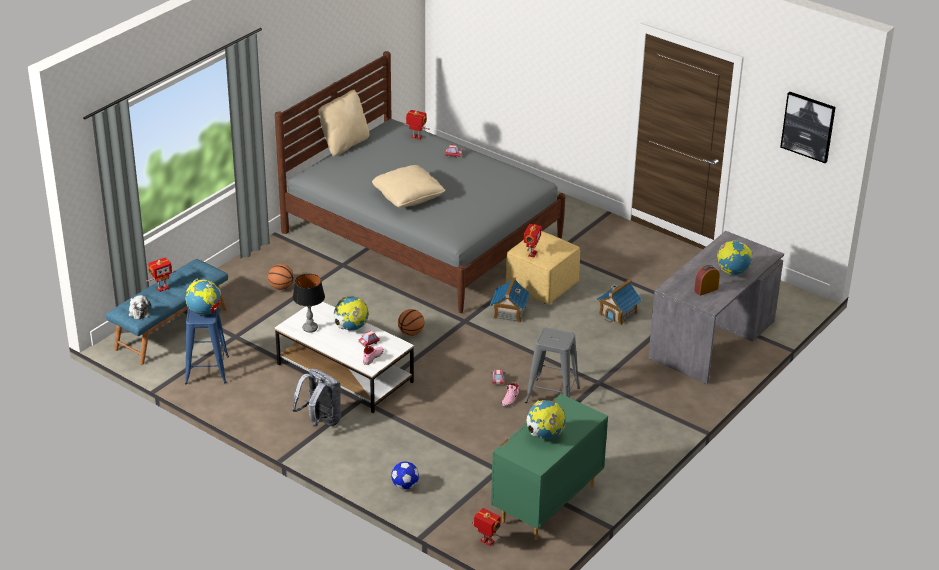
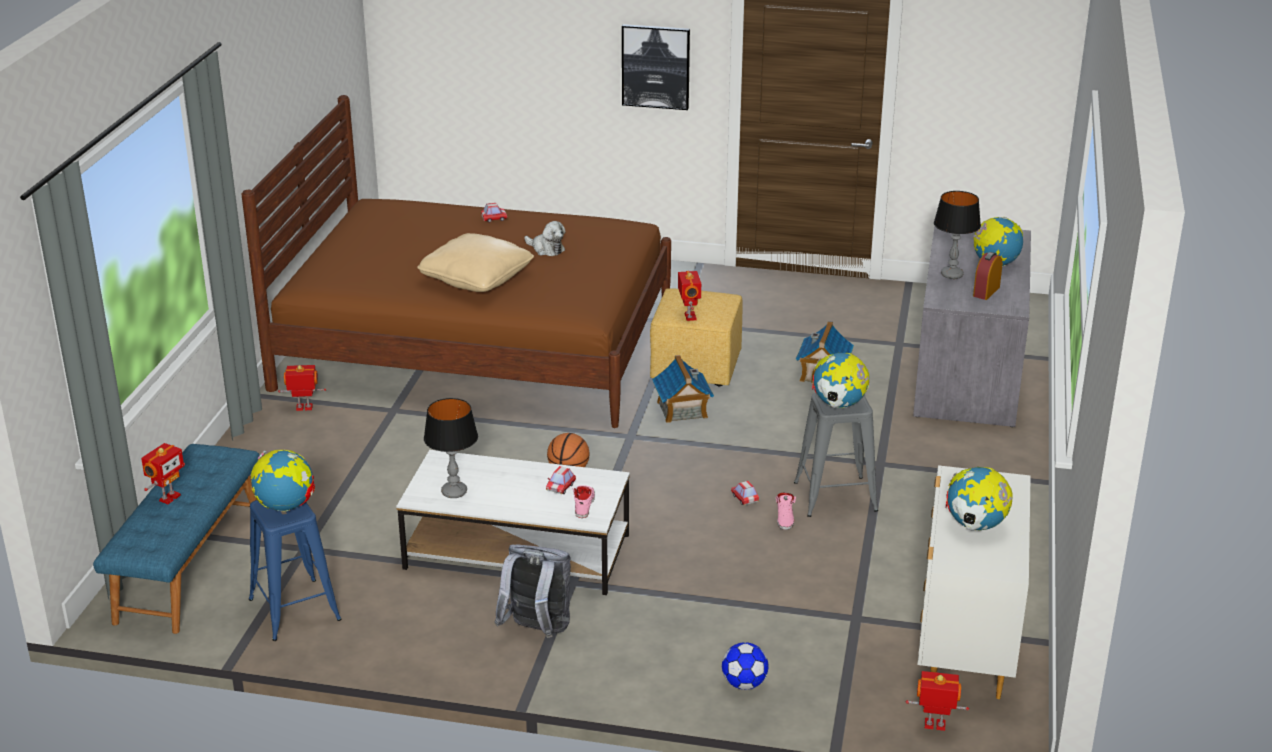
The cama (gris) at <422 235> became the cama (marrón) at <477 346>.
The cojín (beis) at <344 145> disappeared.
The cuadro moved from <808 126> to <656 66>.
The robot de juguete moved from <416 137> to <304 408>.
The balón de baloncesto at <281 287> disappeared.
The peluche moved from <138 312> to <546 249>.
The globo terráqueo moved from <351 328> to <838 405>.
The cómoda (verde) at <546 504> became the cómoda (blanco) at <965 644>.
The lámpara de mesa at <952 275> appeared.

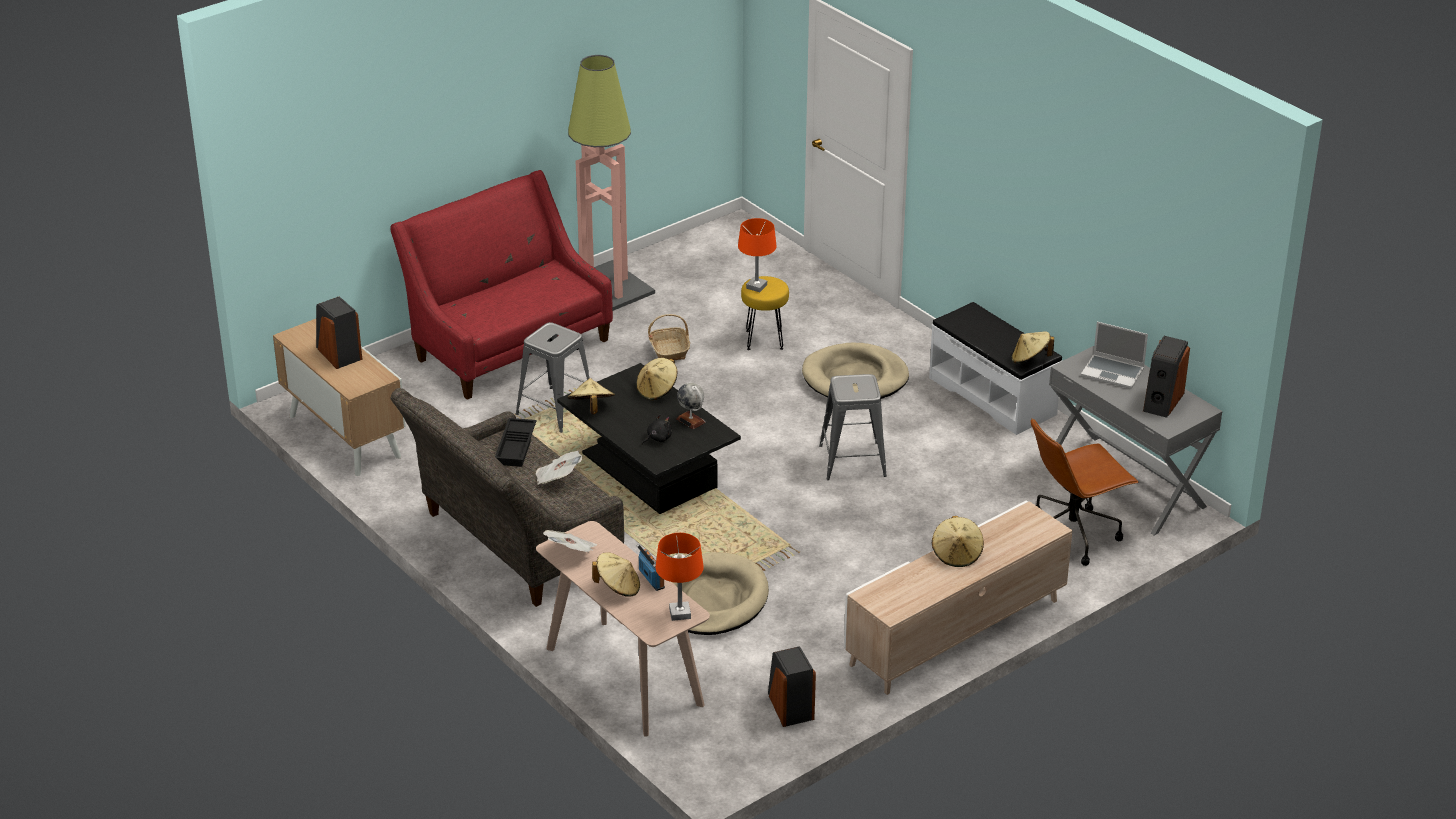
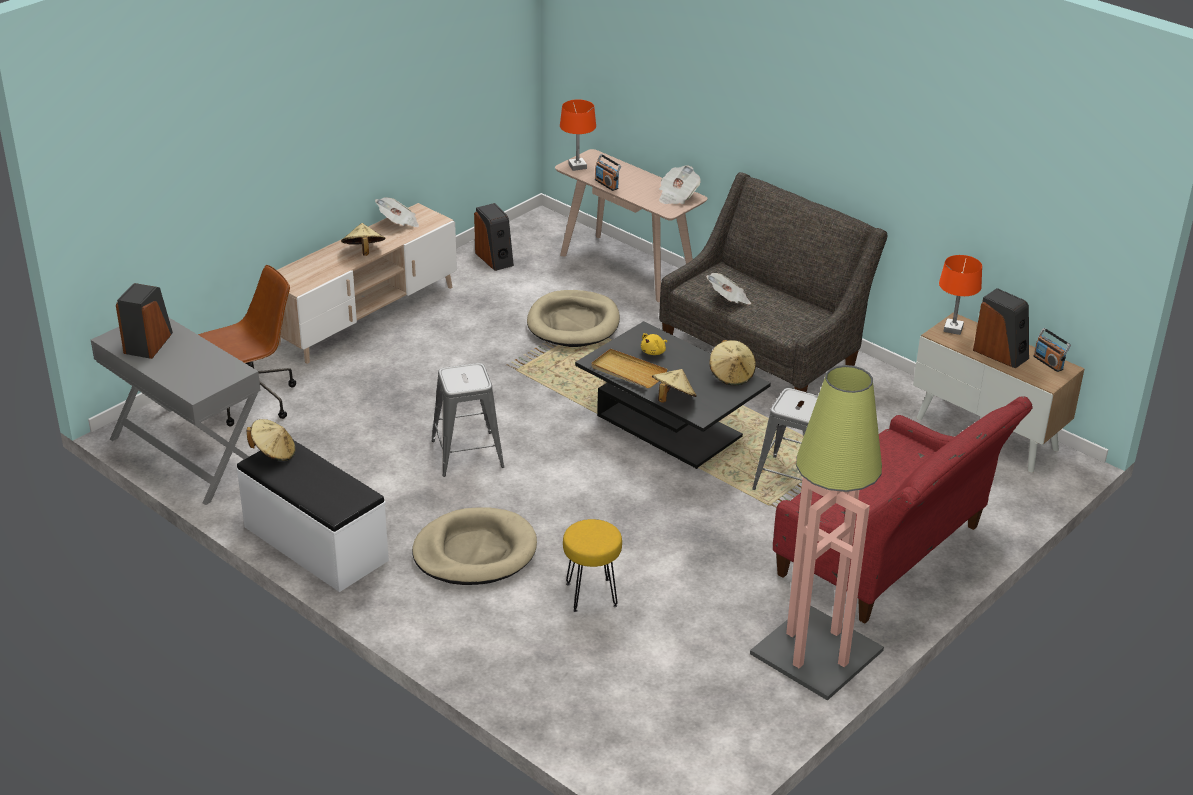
The lámpara de mesa (naranja) moved from <756 286> to <953 329>.
The cesta at <669 350> disappeared.
The portátil at <1113 372> disappeared.
The globo terráqueo at <691 420> was replaced by the bandeja (beis) at <628 371>.
The peluche (negro) at <657 438> became the peluche (amarillo) at <654 352>.
The bandeja (negro) at <517 447> disappeared.
The sombrero (beis) at <618 587> disappeared.
The periódico at <398 223> appeared.
The radio at <1048 362> appeared.

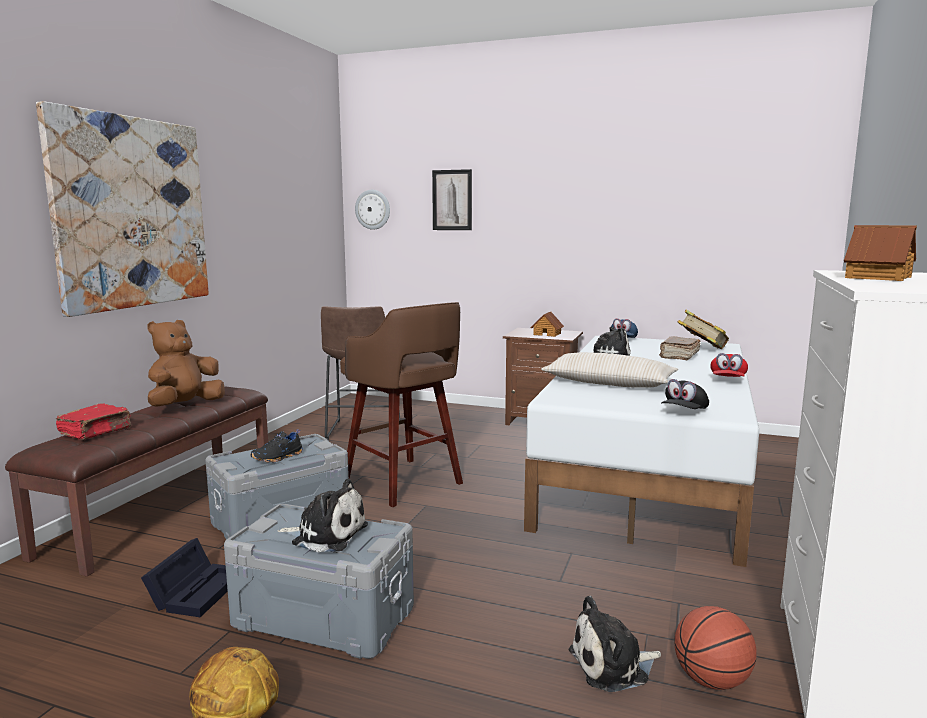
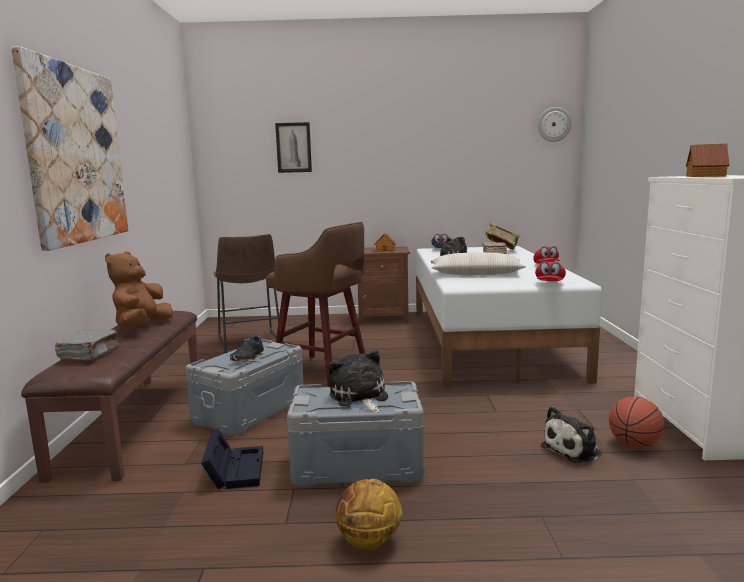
The reloj de pared moved from <373 209> to <554 124>.
The gorra (negro) at <684 412> became the gorra (rojo) at <549 284>.
The libro (rojo) at <96 432> became the libro (gris) at <90 354>.
The peluche at <326 534> turned 105 degrees counterclockwise.

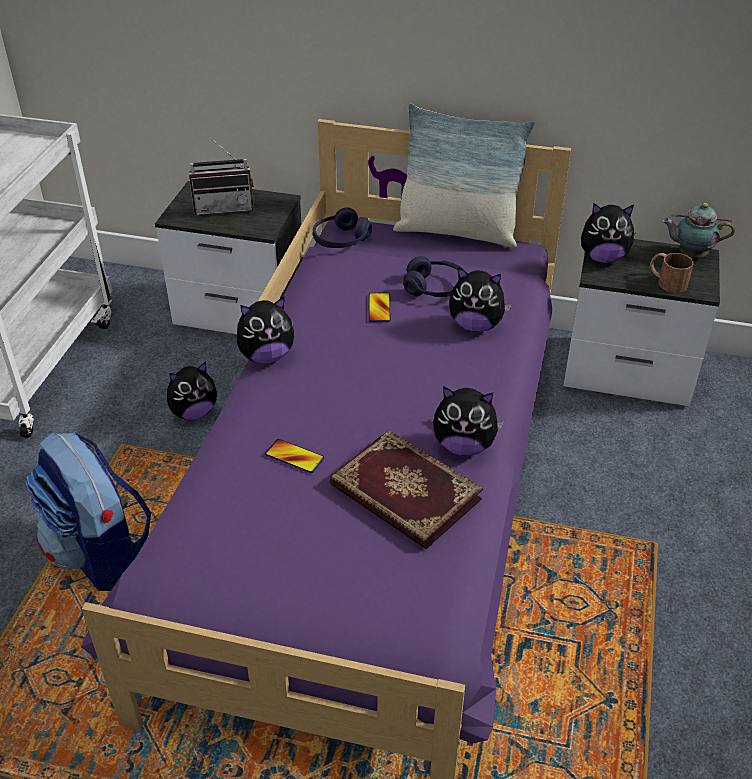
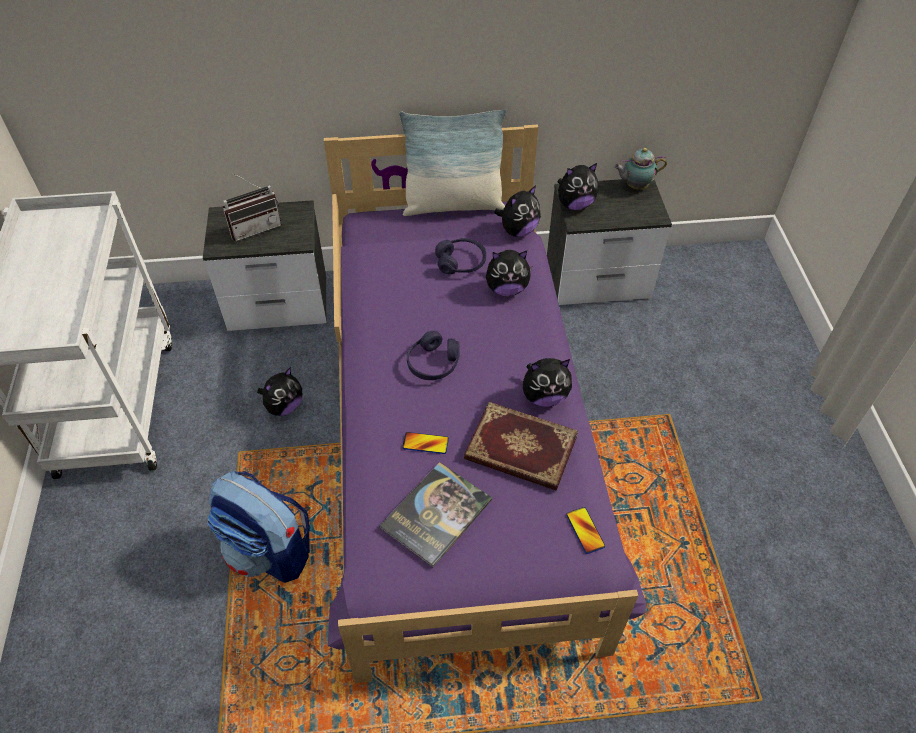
The auriculares (morado) moved from <341 240> to <433 363>.
The taza grande (marrón) at <666 281> disappeared.
The móvil moved from <379 308> to <585 530>.
The peluche moved from <266 356> to <518 230>.
The libro at <436 514> appeared.

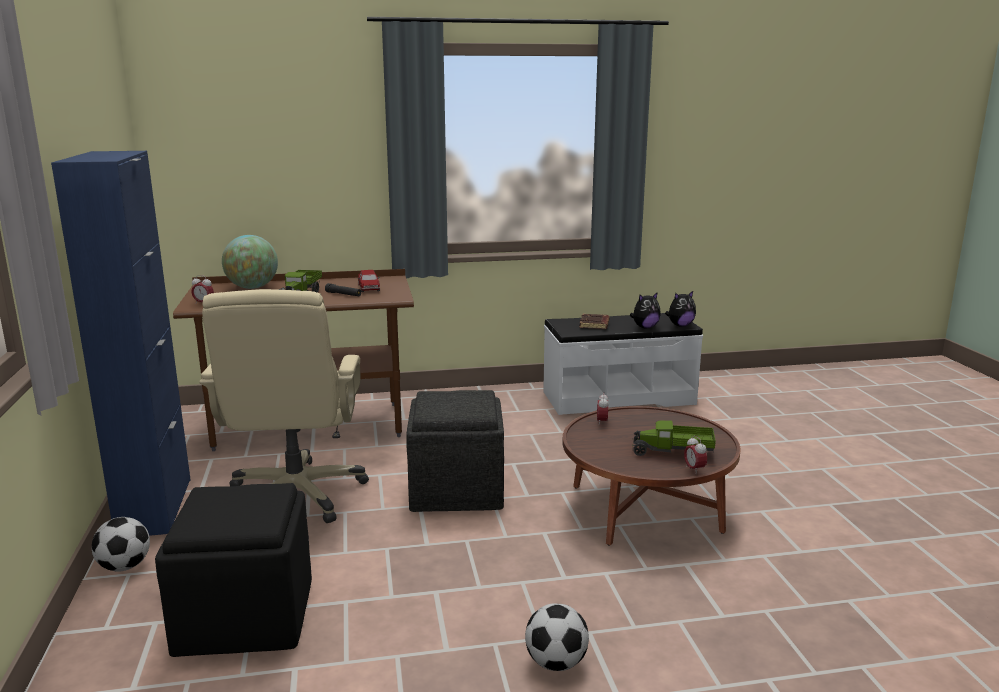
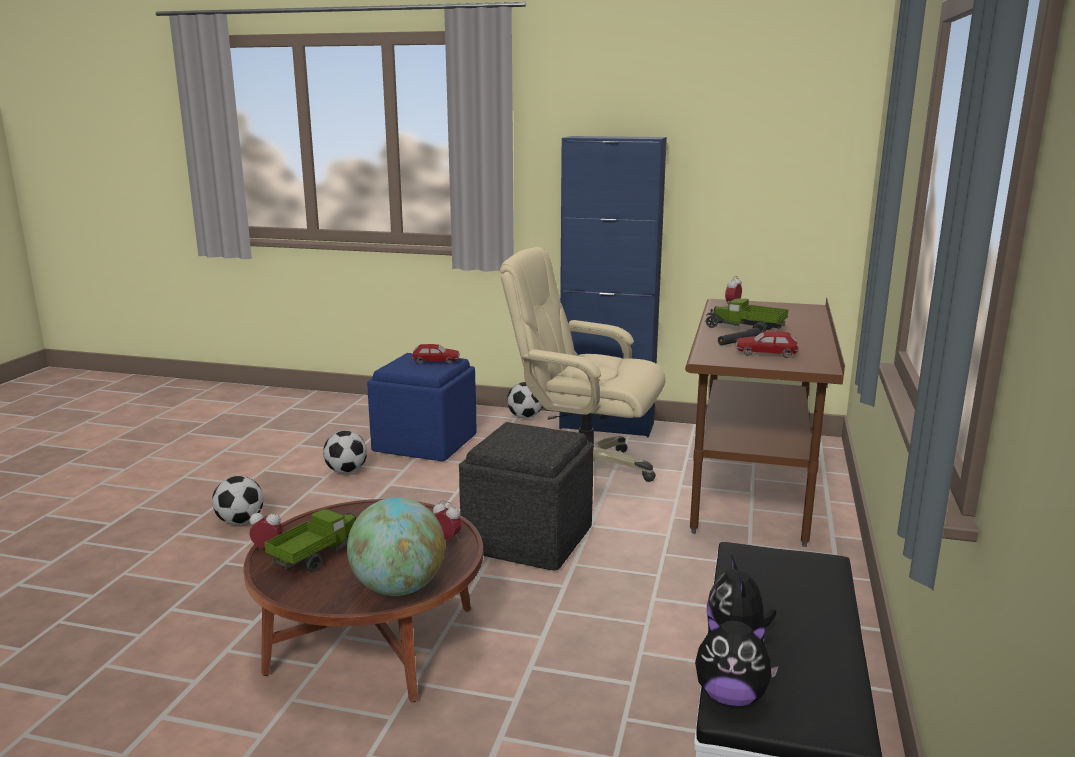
The globo terráqueo moved from <252 287> to <398 588>.
The peluche at <680 325> turned 75 degrees counterclockwise.
The libro (marrón) at <595 325> disappeared.
The puf (negro) at <244 617> became the puf (azul) at <425 442>.
The coche de juguete at <436 361> appeared.
The balón de fútbol at <346 471> appeared.

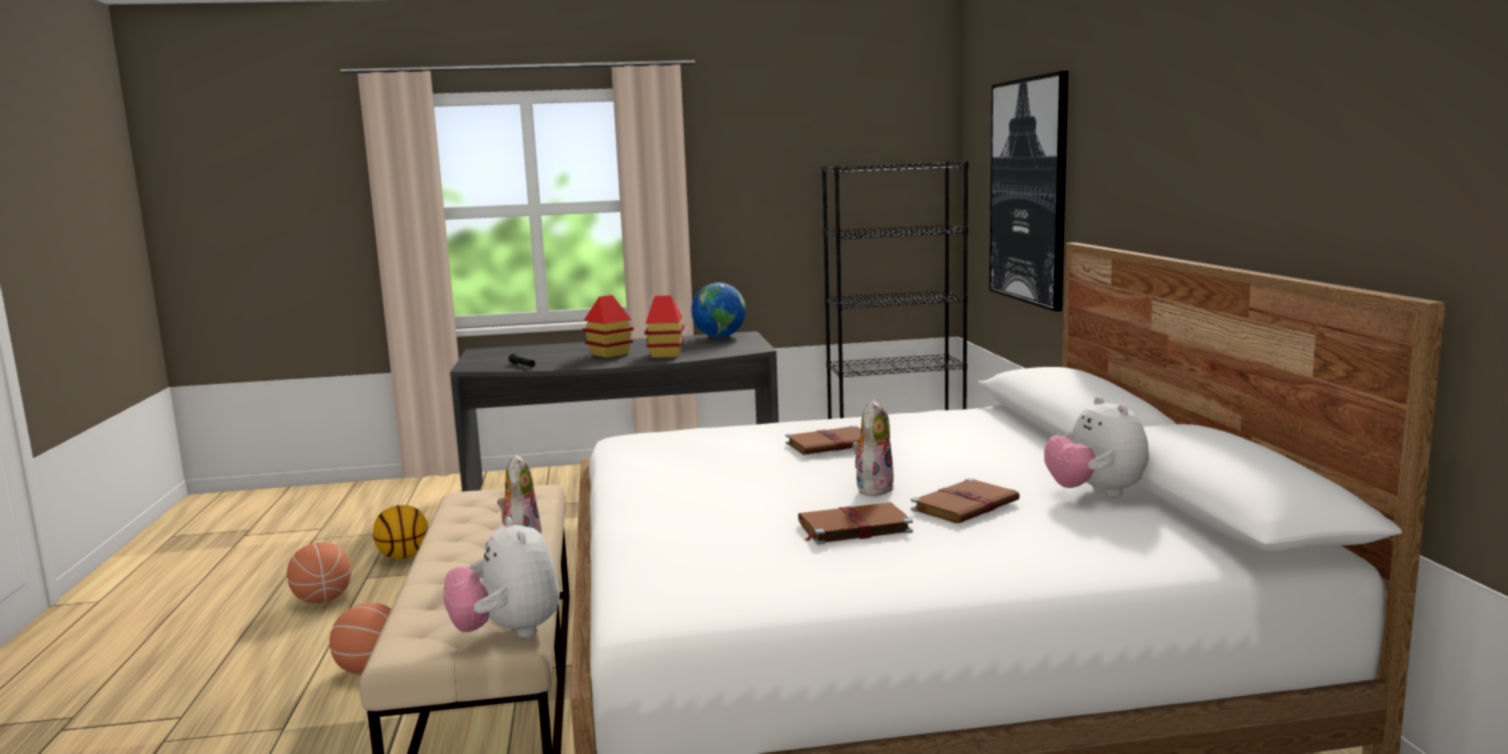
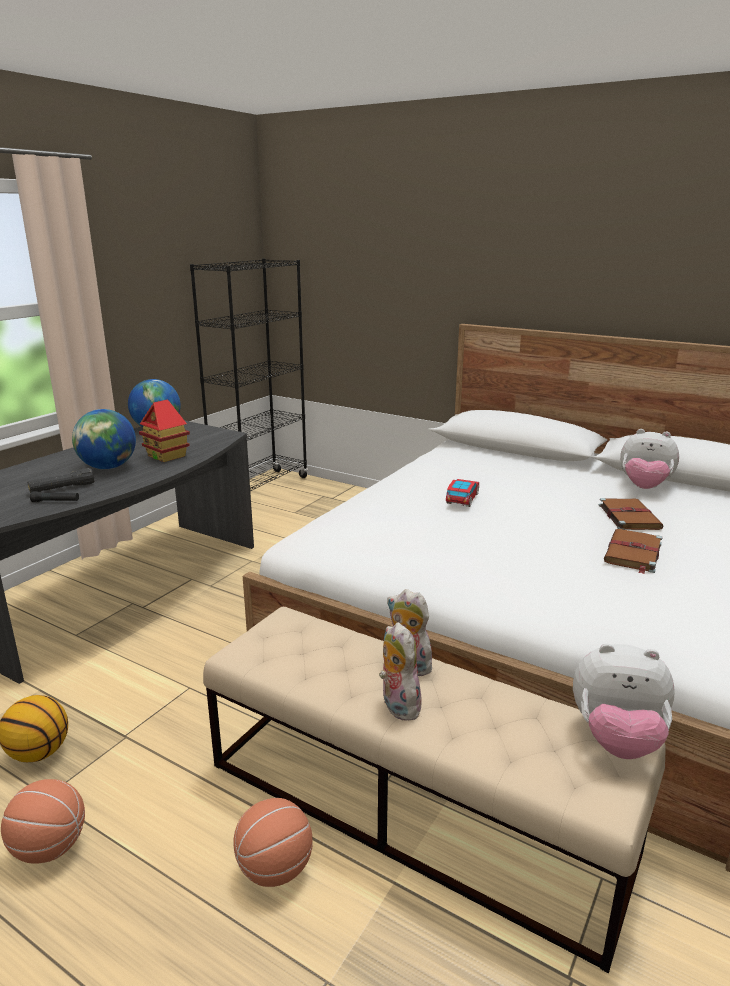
The cuadro at <1028 191> disappeared.
The casita at <609 354> was replaced by the globo terráqueo at <108 467>.
The peluche moved from <873 488> to <397 705>.
The libro (marrón) at <832 444> was replaced by the coche de juguete at <462 499>.
The linterna (negro) at <62 488> appeared.

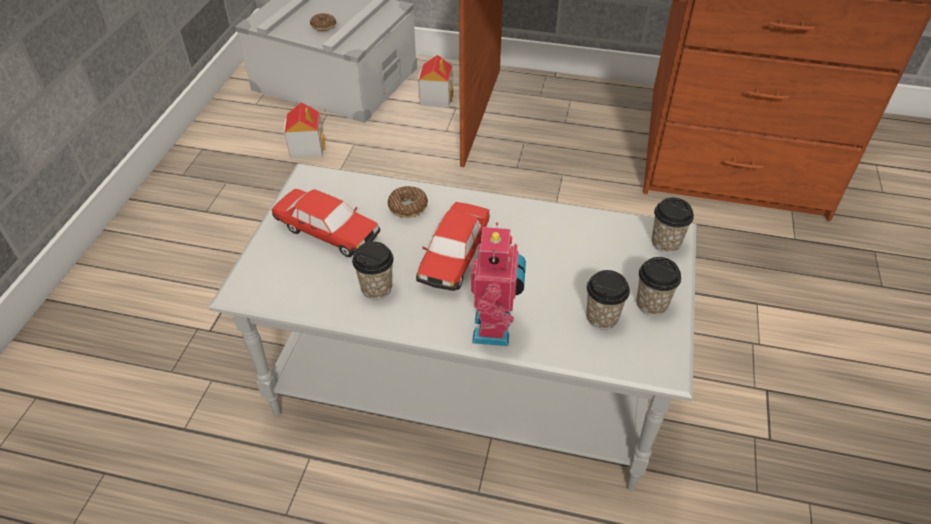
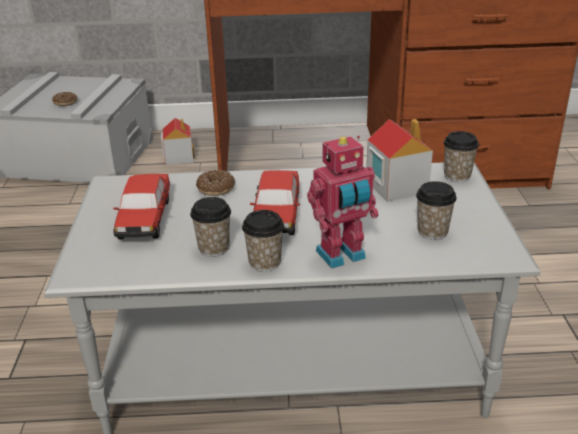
The casita moved from <307 147> to <396 186>.
The coche de juguete at <327 232> turned 75 degrees clockwise.
The robot de juguete at <495 329> turned 75 degrees clockwise.
The taza moved from <651 304> to <264 263>.

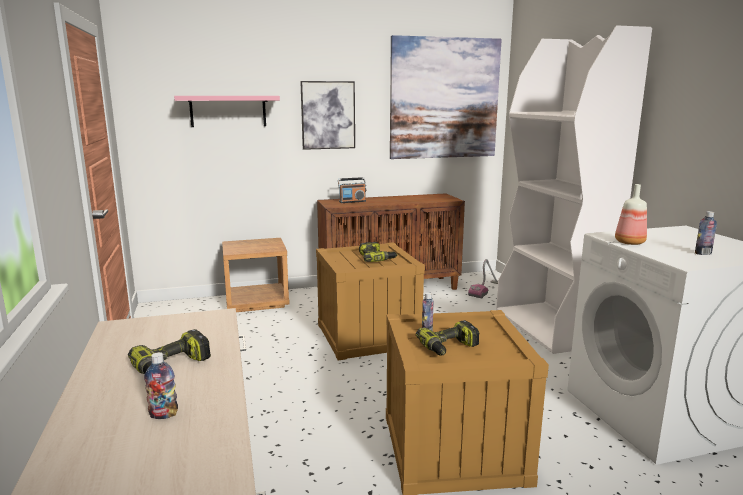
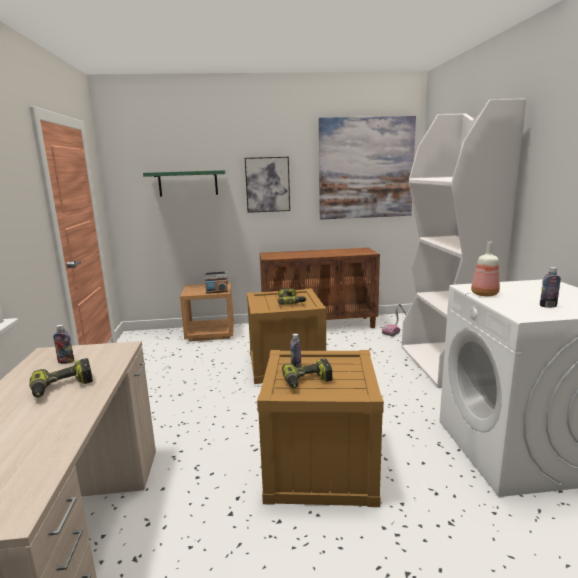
The estante (rosa) at <228 111> became the estante (verde) at <188 183>.
The radio moved from <352 201> to <216 292>.
The botella moved from <163 415> to <66 362>.

